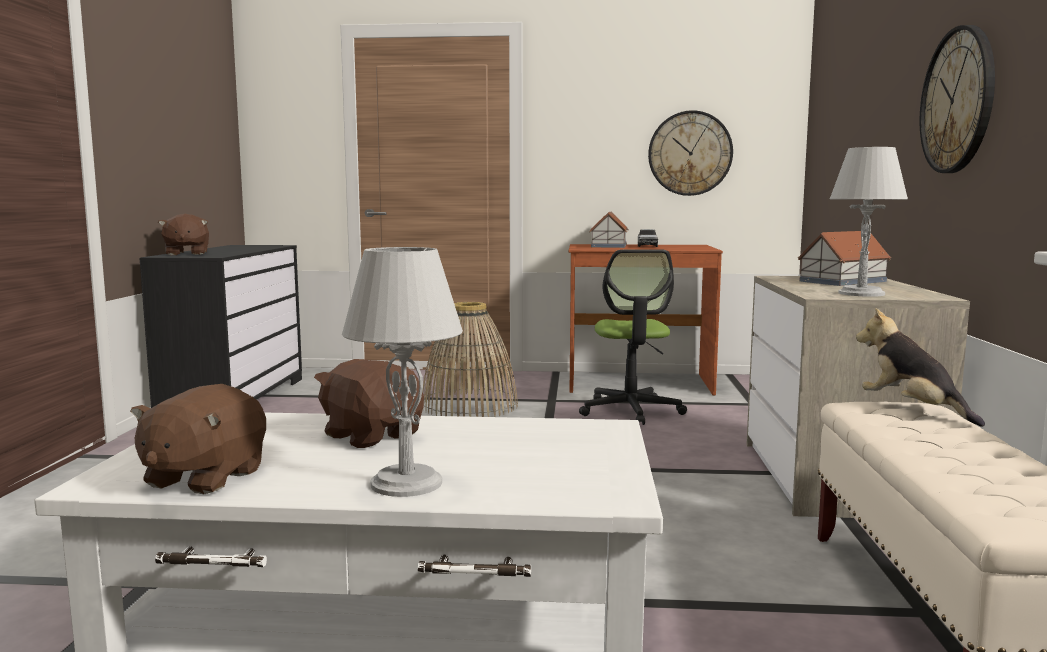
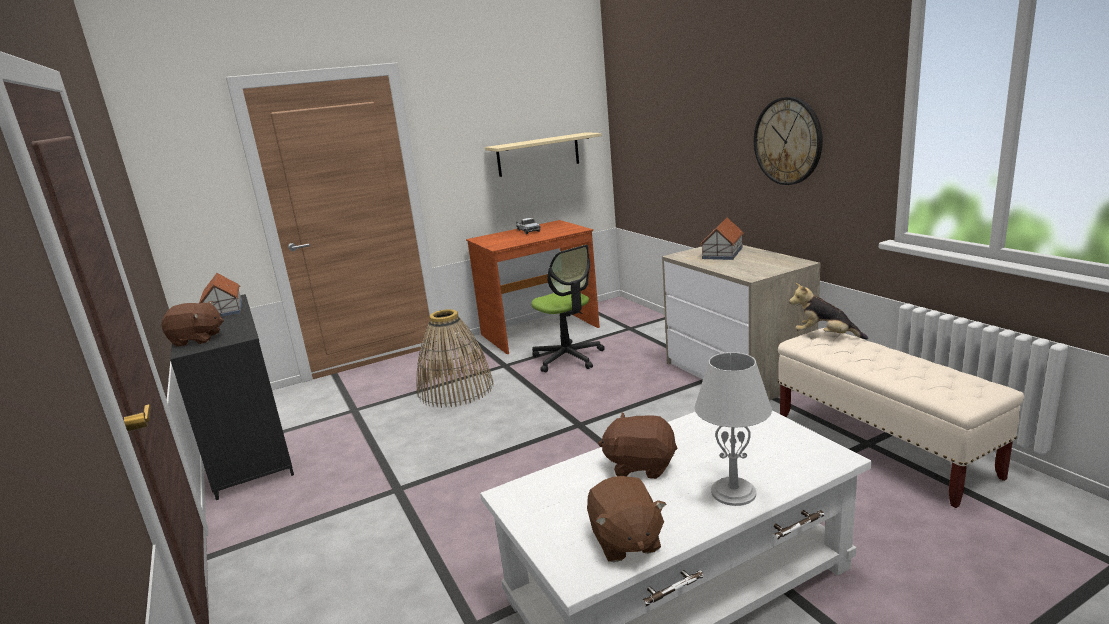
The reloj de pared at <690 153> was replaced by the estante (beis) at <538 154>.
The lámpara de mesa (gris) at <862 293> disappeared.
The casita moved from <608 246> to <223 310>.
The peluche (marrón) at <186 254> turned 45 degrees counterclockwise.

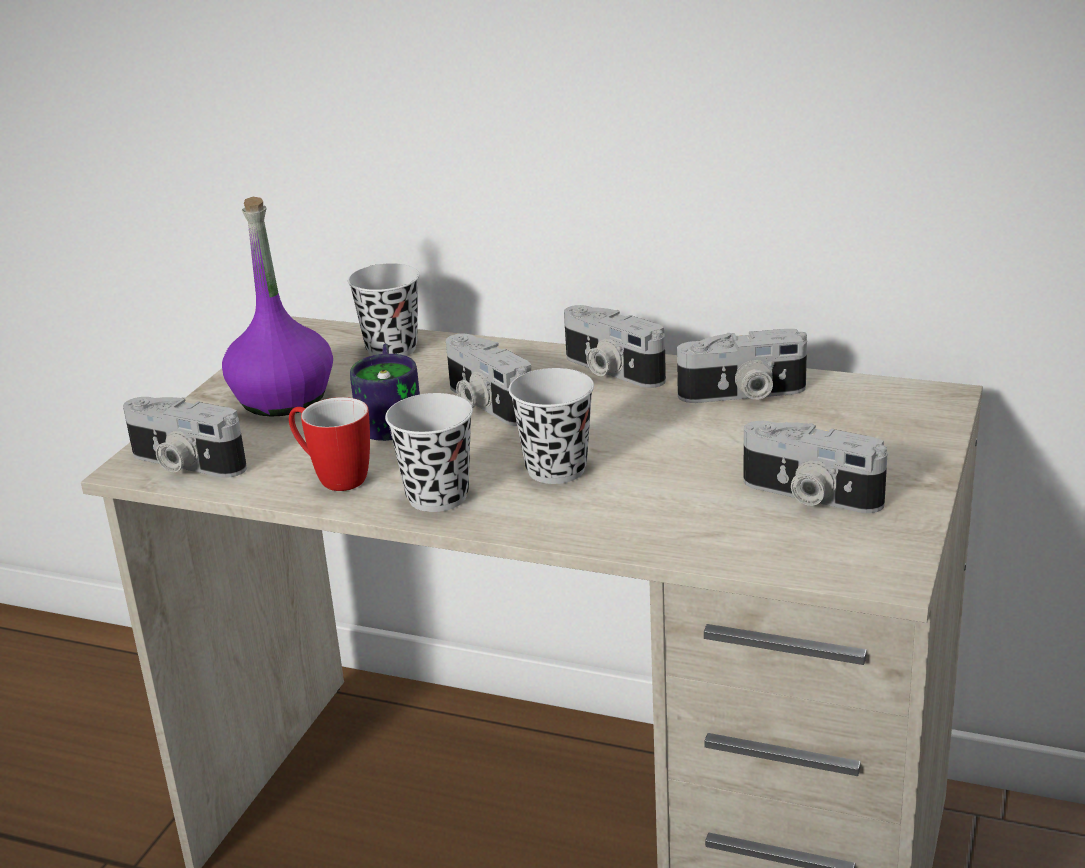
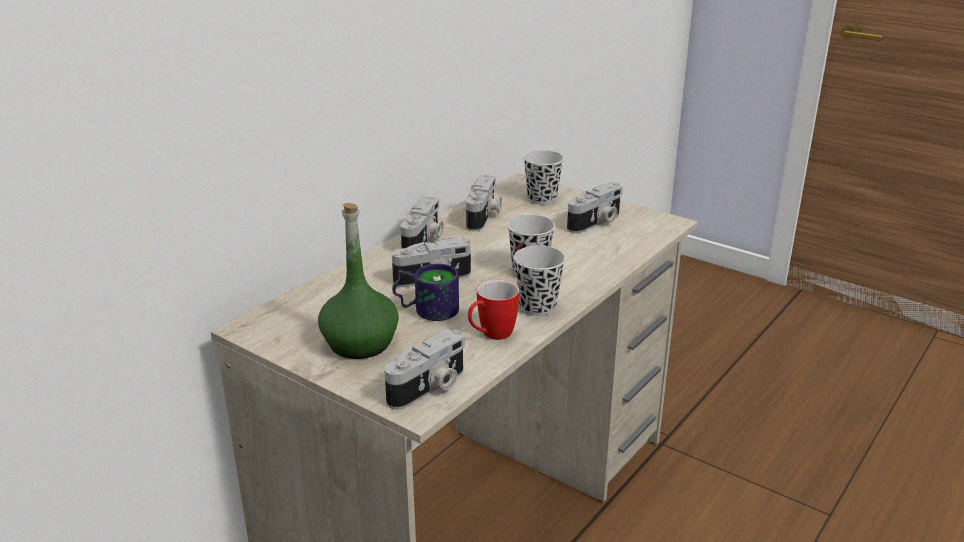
The botella (morado) at <283 399> became the botella (verde) at <360 343>.
The taza (negro) moved from <391 349> to <542 199>.
The cámara at <610 371> turned 45 degrees counterclockwise.

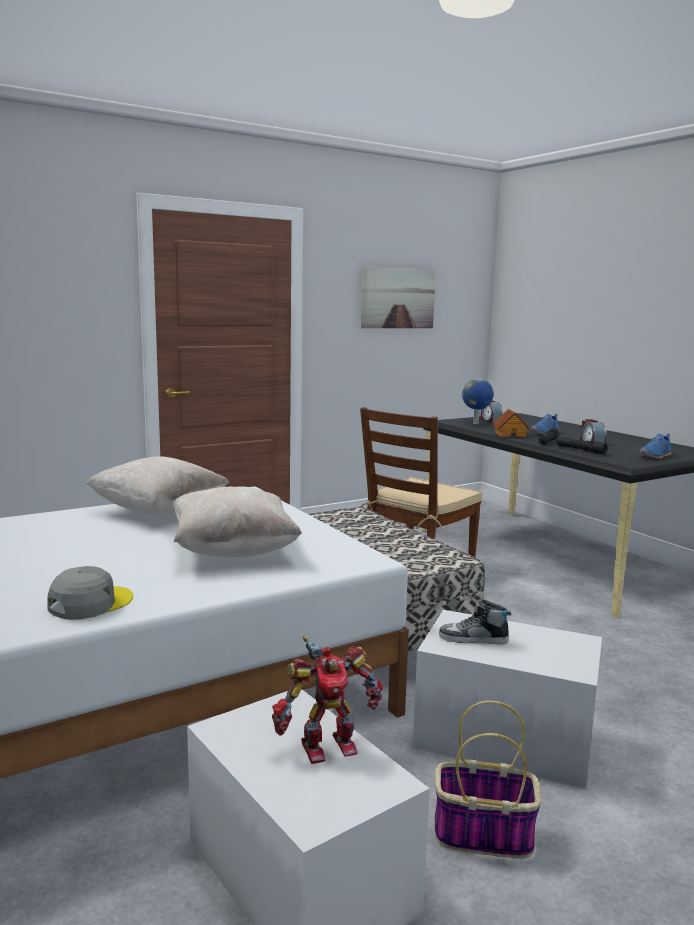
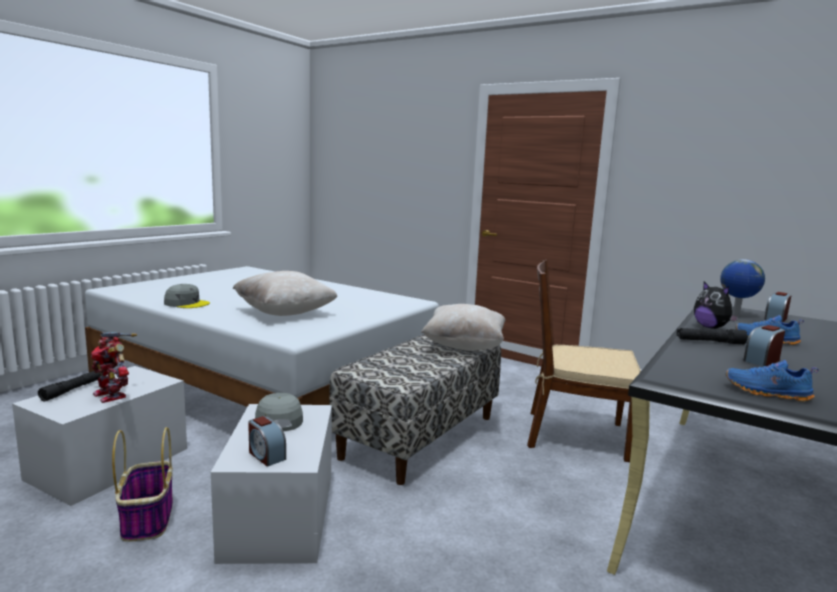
The cuadro at <398 298> disappeared.
The casita at <510 434> was replaced by the peluche at <711 327>.
The linterna (negro) moved from <580 450> to <71 390>.
The cojín (beis) moved from <159 511> to <464 346>.
The zapato at <473 639> was replaced by the gorra (gris) at <278 419>.
The despertador at <266 455> appeared.

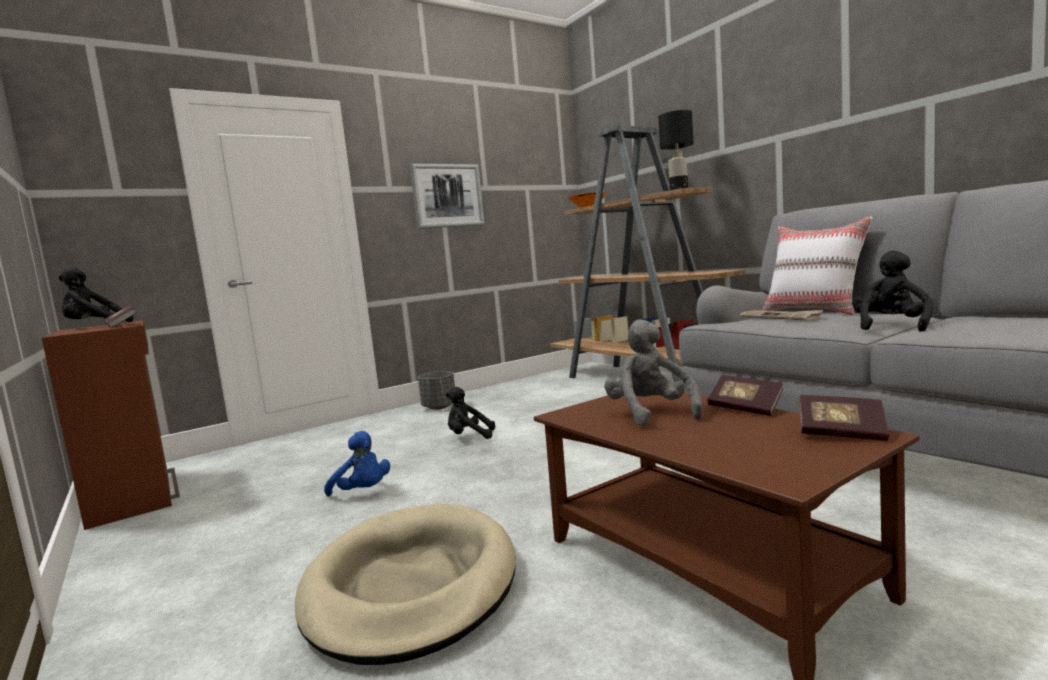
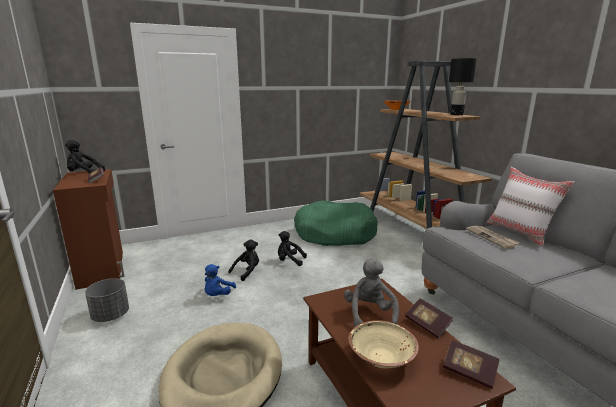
The cuadro at <447 196> disappeared.
The peluche (negro) moved from <891 327> to <247 272>.
The maceta (gris) moved from <439 407> to <110 316>.
The peluche (azul) at <363 492> turned 60 degrees clockwise.
The cama para perro (verde) at <334 234> appeared.
The cuenco (beis) at <381 358> appeared.

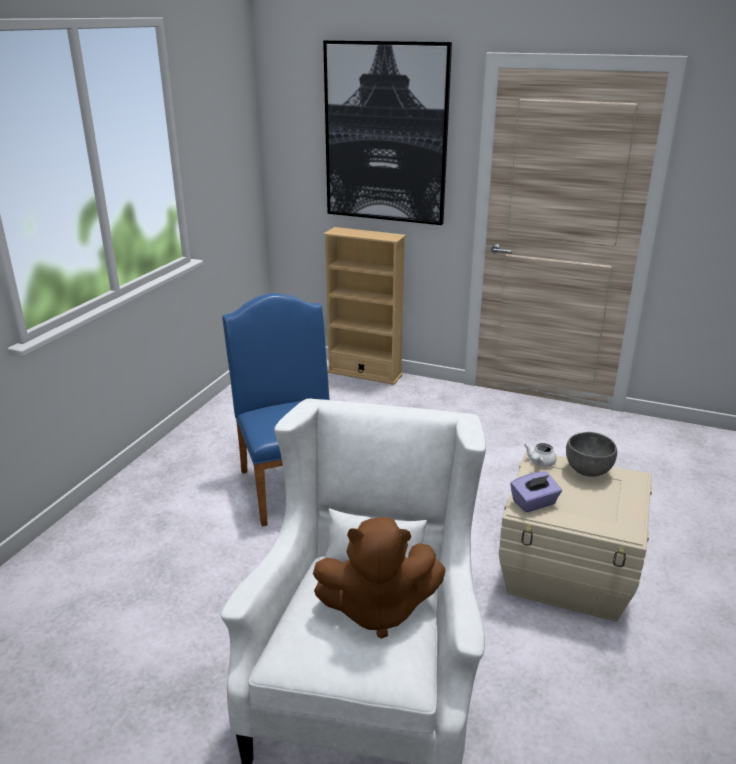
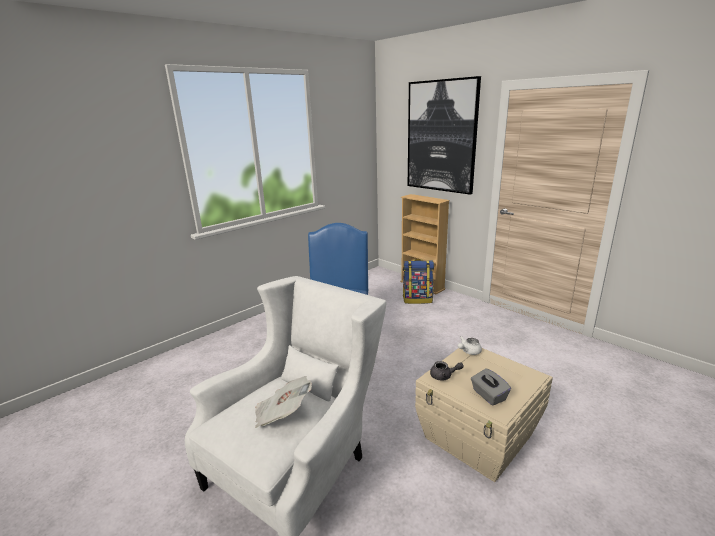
The cuenco (gris) at <587 471> disappeared.
The caja de pañuelos (morado) at <534 503> was replaced by the tetera (gris) at <444 376>.
The peluche (marrón) at <377 610> was replaced by the periódico at <282 414>.
The mochila at <417 299> appeared.
The caja de pañuelos (gris) at <488 395> appeared.

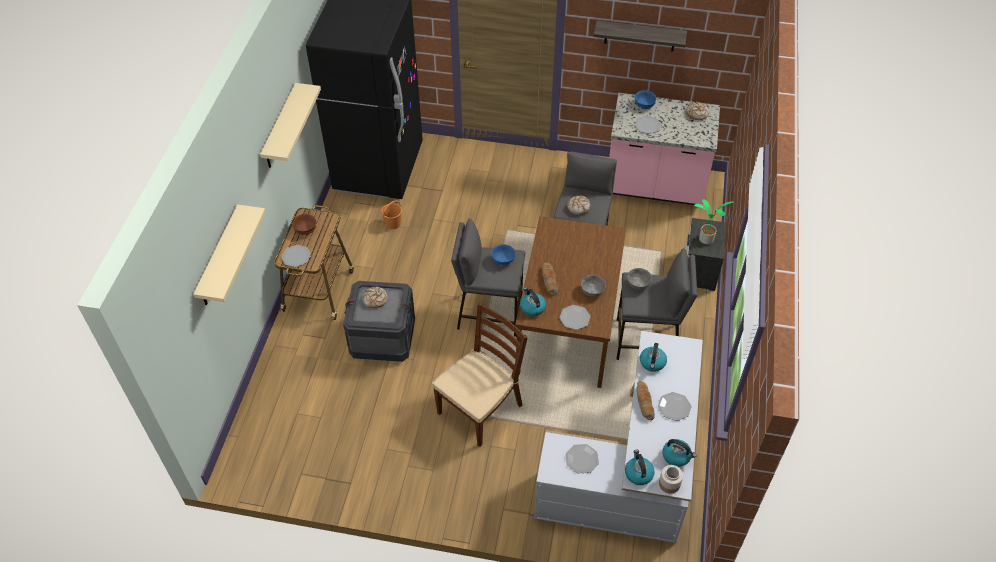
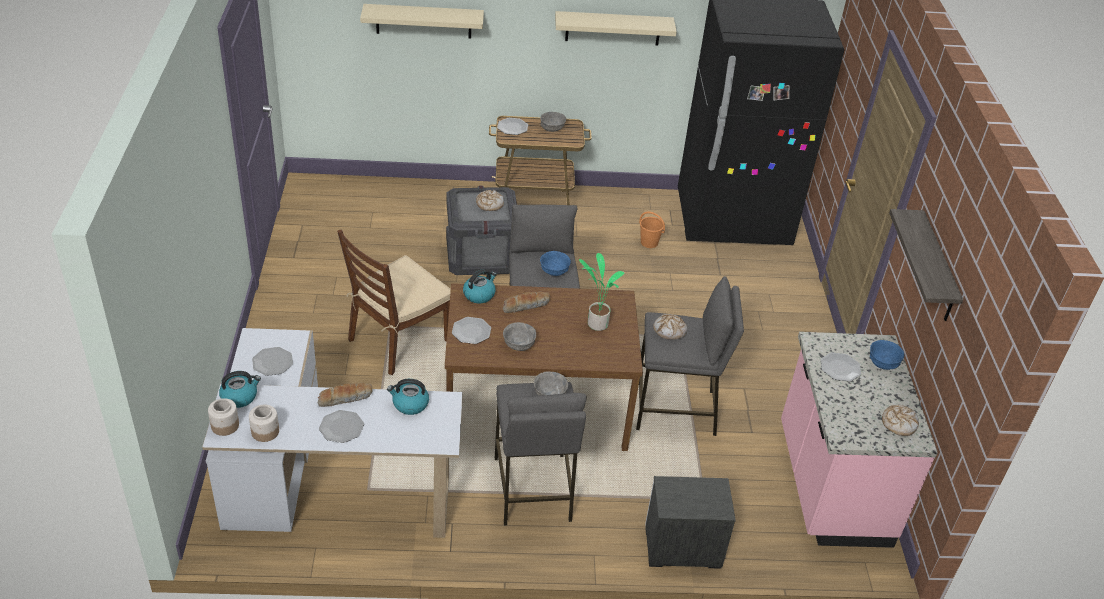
The planta en maceta moved from <705 240> to <596 323>.
The cuenco (marrón) at <306 230> became the cuenco (gris) at <552 129>.
The silla (marrón) at <480 408> turned 105 degrees clockwise.
The hervidor at <676 456> was replaced by the tarro at <265 431>.

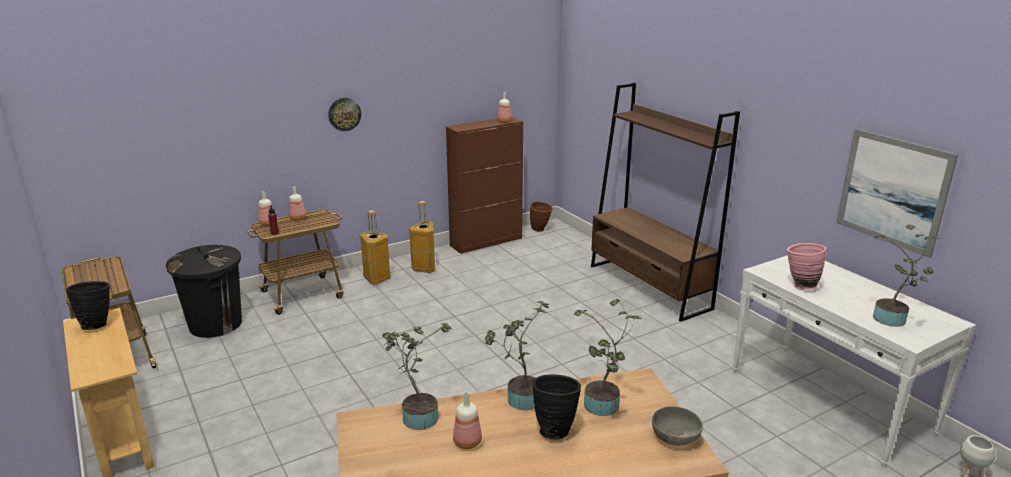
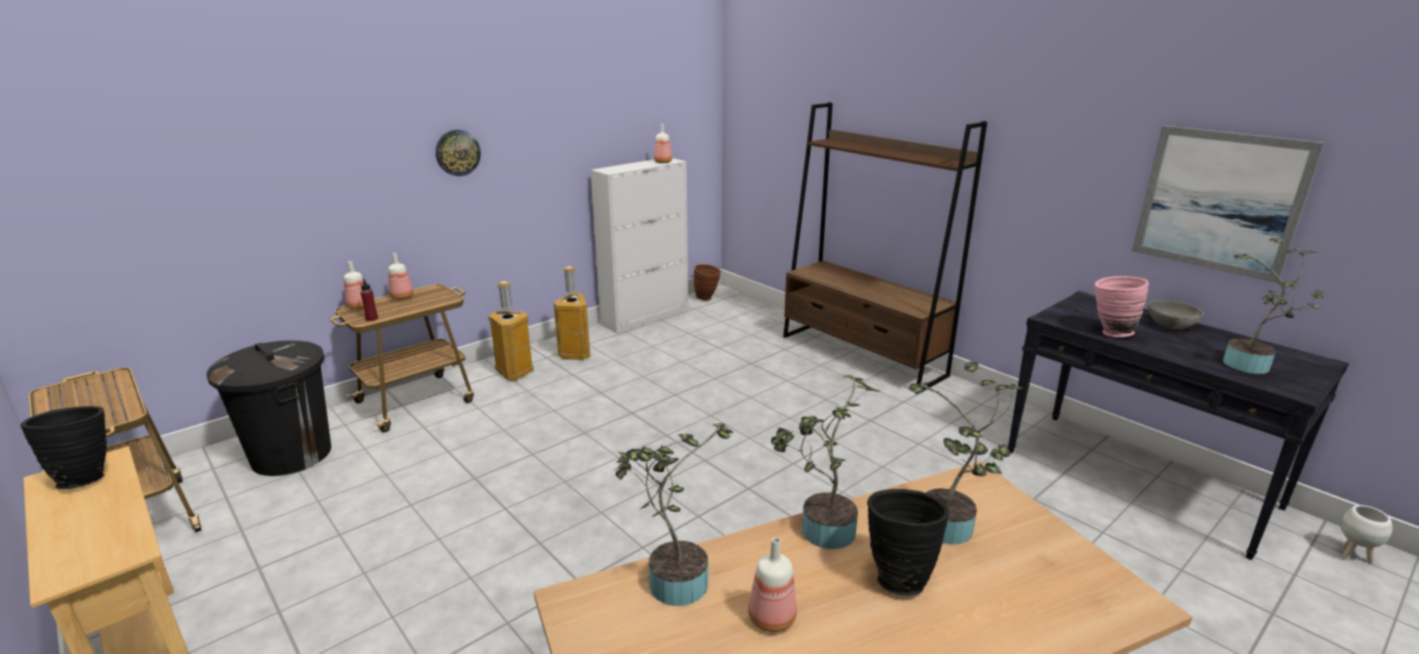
The armario (marrón) at <486 242> became the armario (blanco) at <645 317>.
The mesa consola (blanco) at <829 402> became the mesa consola (negro) at <1139 478>.
The cuenco (gris) moved from <675 436> to <1170 324>.

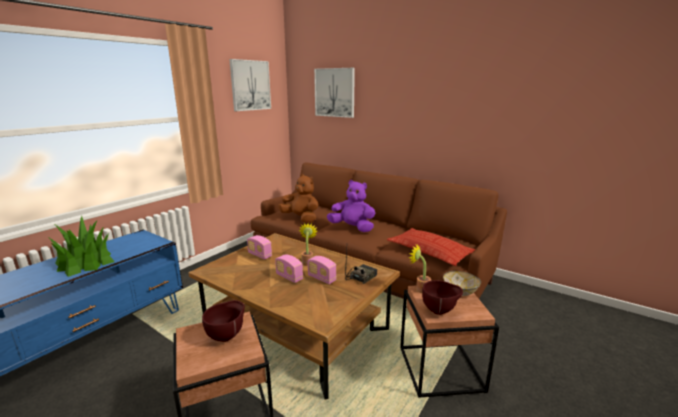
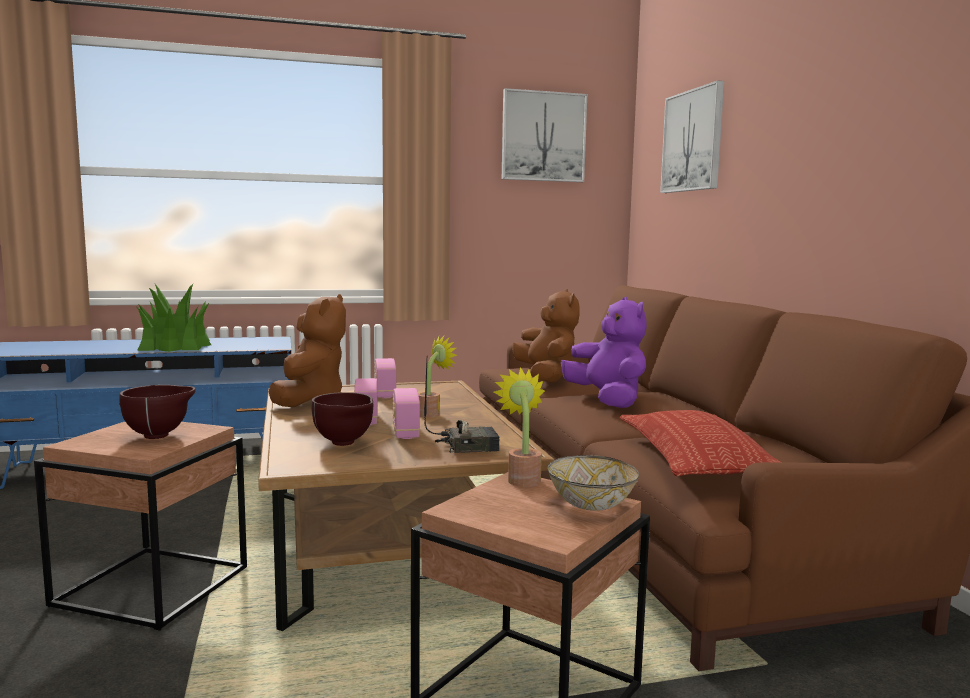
The cuenco (marrón) moved from <440 311> to <345 443>.
The peluche (marrón) at <309 400> appeared.

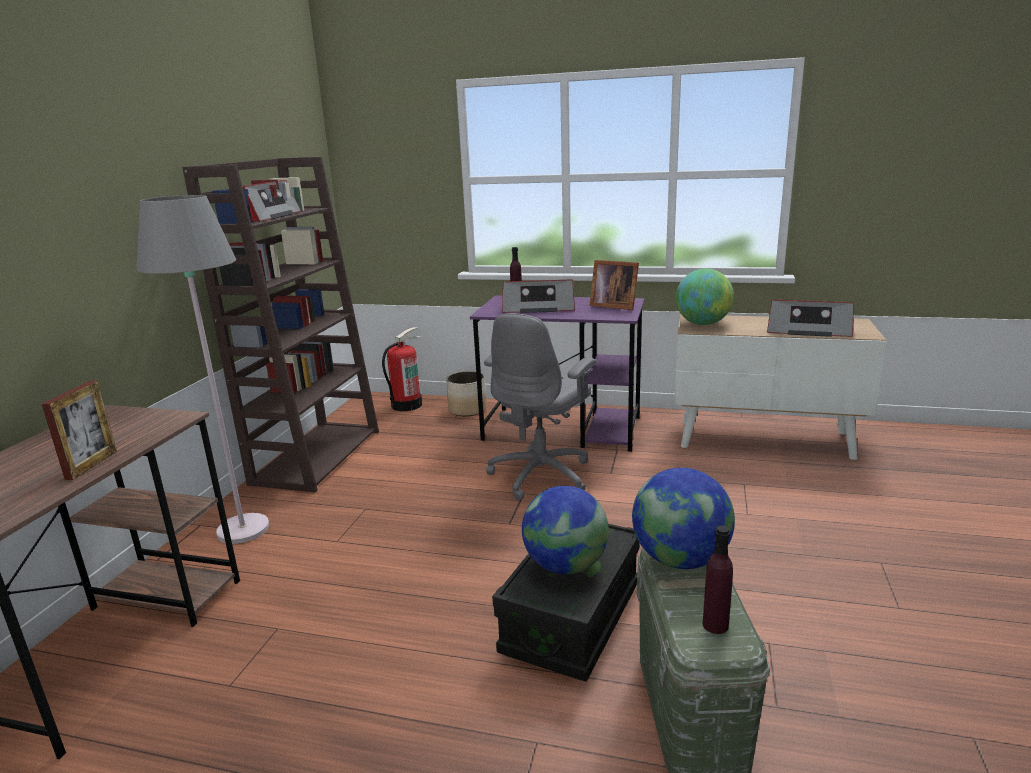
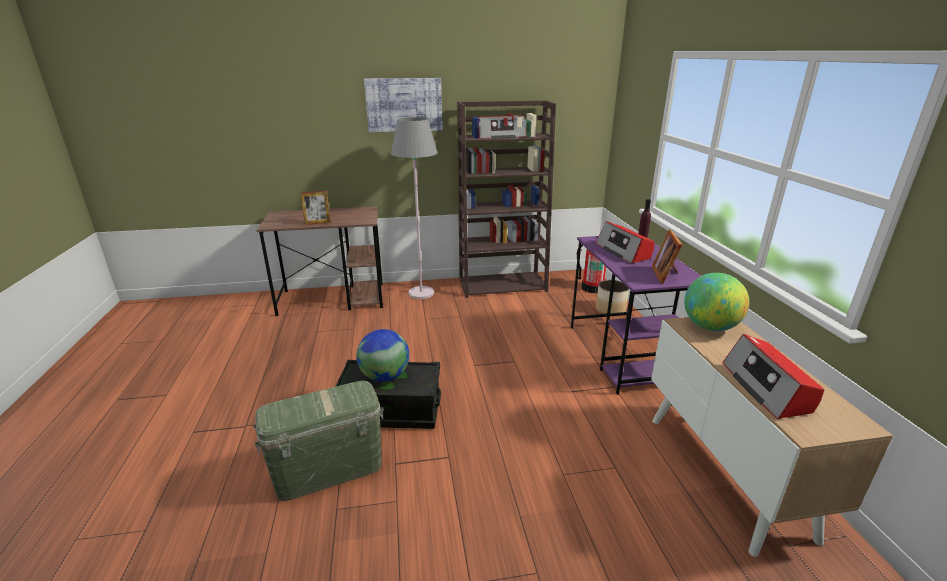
The silla de oficina (gris) at <542 475> disappeared.
The globo terráqueo at <680 559> disappeared.
The botella (morado) at <715 625> disappeared.
The cuadro at <404 105> appeared.

